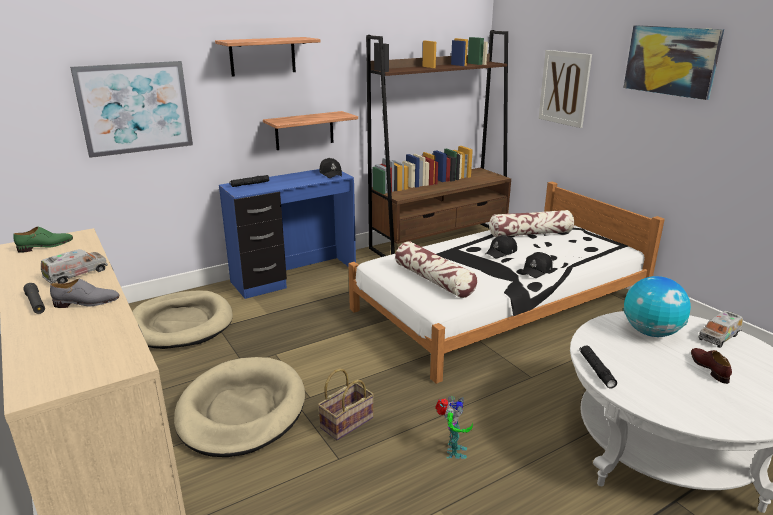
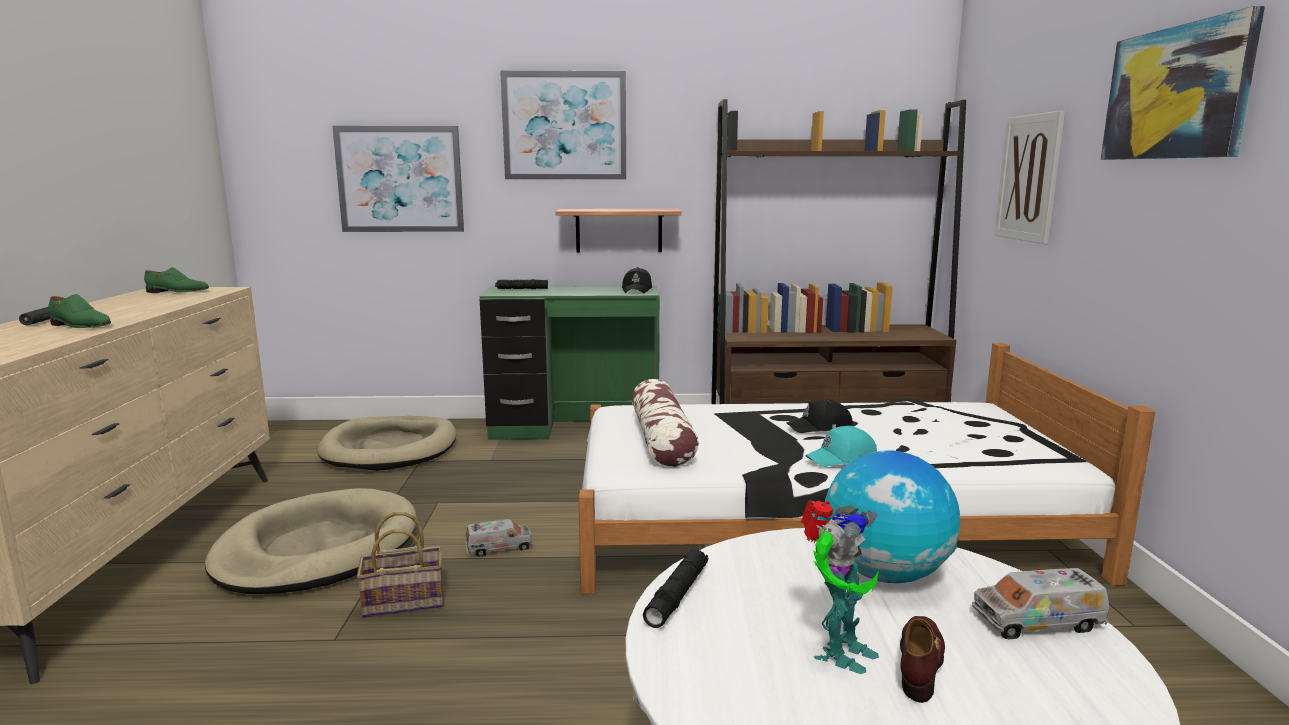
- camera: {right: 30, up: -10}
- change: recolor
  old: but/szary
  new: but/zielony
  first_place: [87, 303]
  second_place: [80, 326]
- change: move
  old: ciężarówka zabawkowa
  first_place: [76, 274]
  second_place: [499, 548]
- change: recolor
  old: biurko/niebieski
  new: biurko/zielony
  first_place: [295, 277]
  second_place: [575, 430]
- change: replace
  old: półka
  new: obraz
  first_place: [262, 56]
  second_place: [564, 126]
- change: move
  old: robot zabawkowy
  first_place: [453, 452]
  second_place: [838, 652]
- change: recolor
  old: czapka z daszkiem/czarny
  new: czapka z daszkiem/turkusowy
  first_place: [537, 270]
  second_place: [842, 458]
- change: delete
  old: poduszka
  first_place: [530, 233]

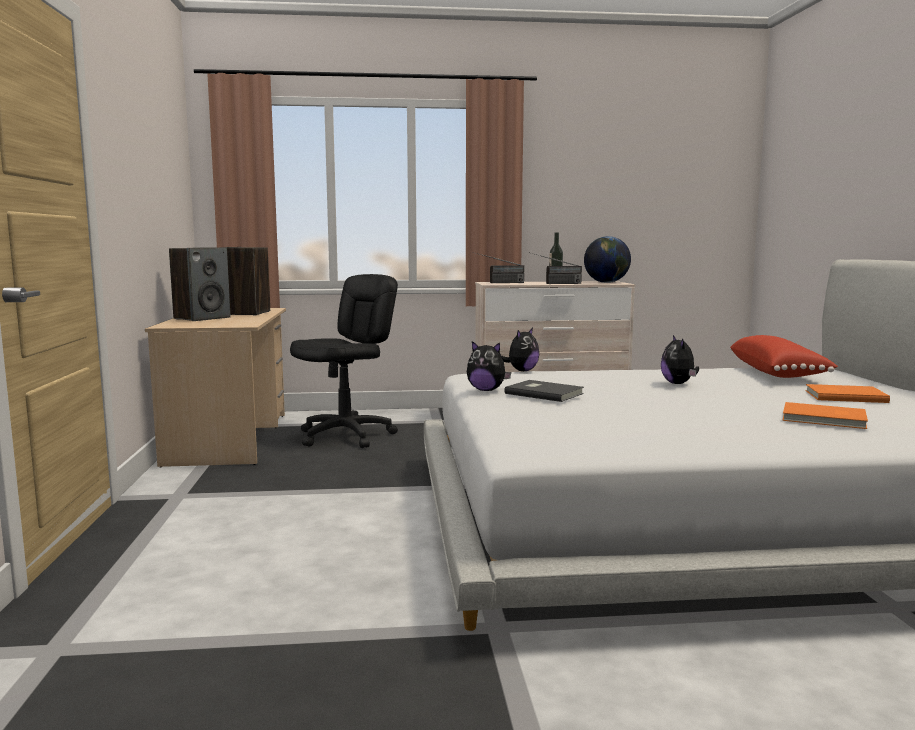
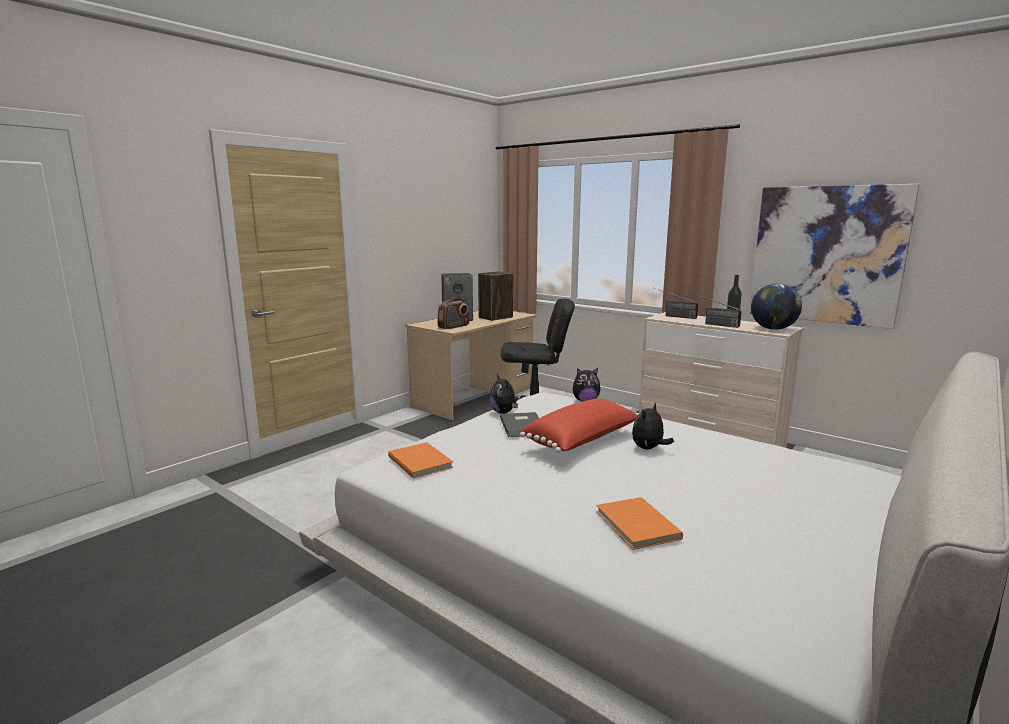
- camera: {right: 45, up: 5}
- change: move
  old: książka/pomarańczowy
  first_place: [843, 396]
  second_place: [421, 461]
- change: insert
  new: radio
  second_place: [454, 326]
- change: move
  old: poduszka/czerwony
  first_place: [777, 373]
  second_place: [583, 441]
- change: insert
  new: obraz
  second_place: [826, 255]

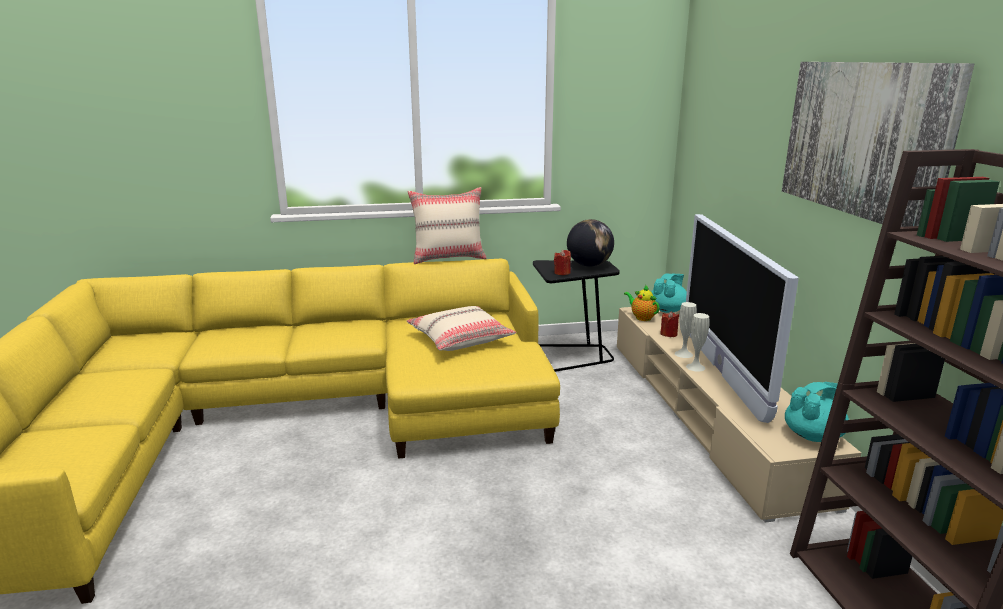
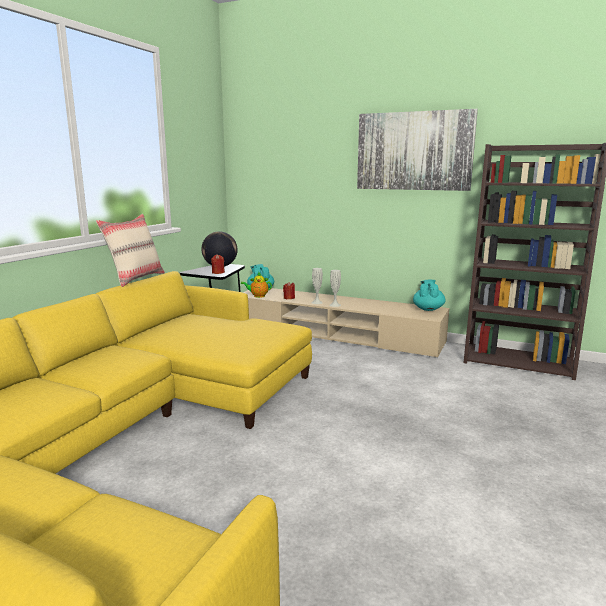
- camera: {right: -55, up: -5}
- change: delete
  old: poduszka/beżowy
  first_place: [460, 338]
- change: delete
  old: telewizor
  first_place: [721, 371]

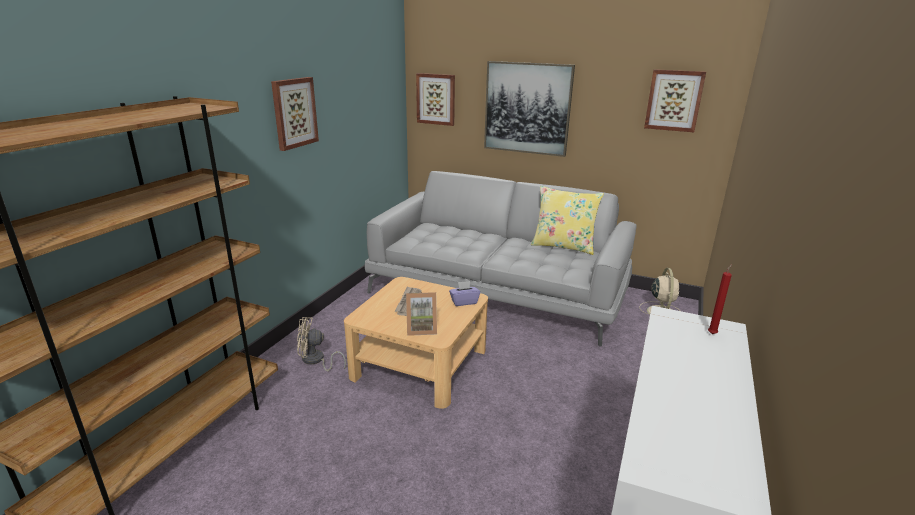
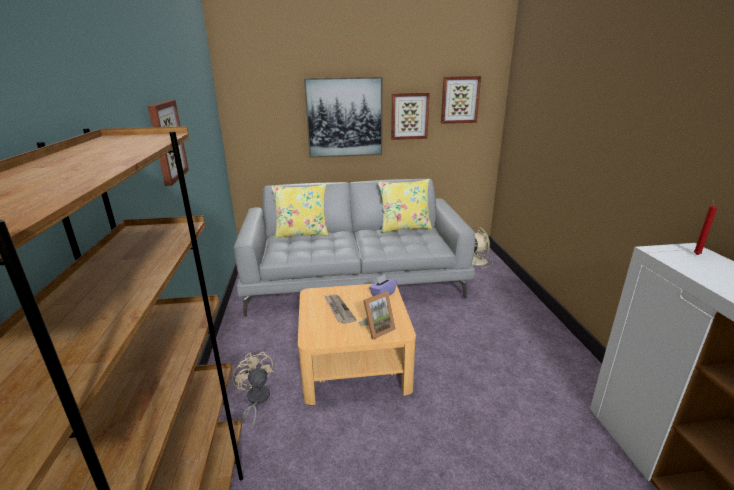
- camera: {right: -30, up: 0}
- change: rotate
  old: wentylator/beżowy
  first_place: [316, 361]
  second_place: [256, 400]
  degrees: 90
- change: insert
  new: poduszka/żółty
  second_place: [302, 233]
- change: move
  old: obraz
  first_place: [436, 99]
  second_place: [409, 116]

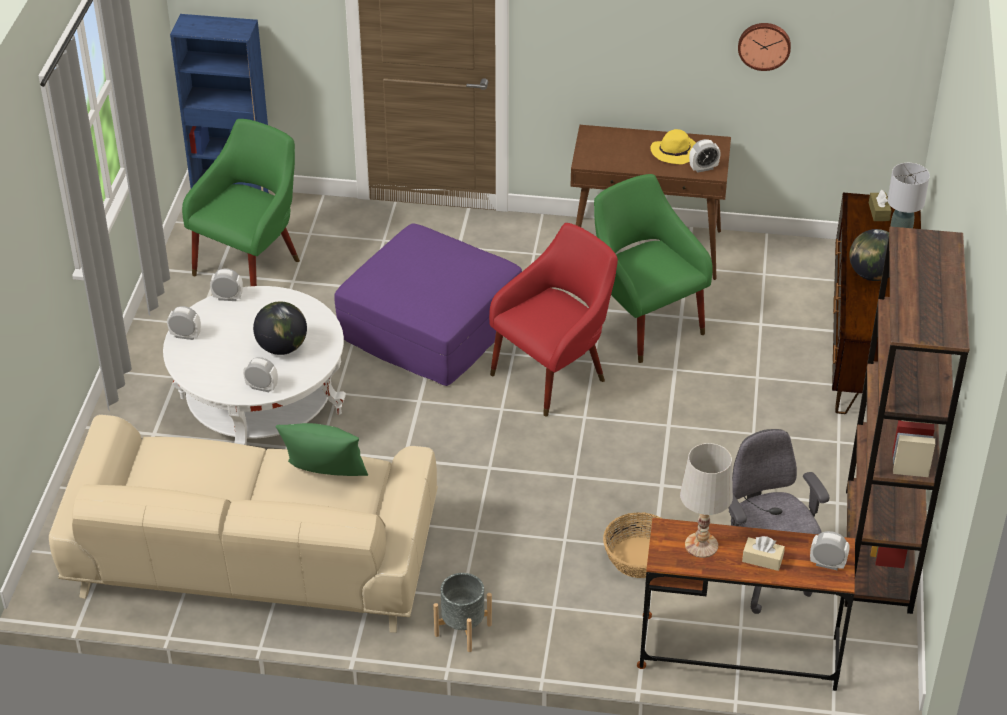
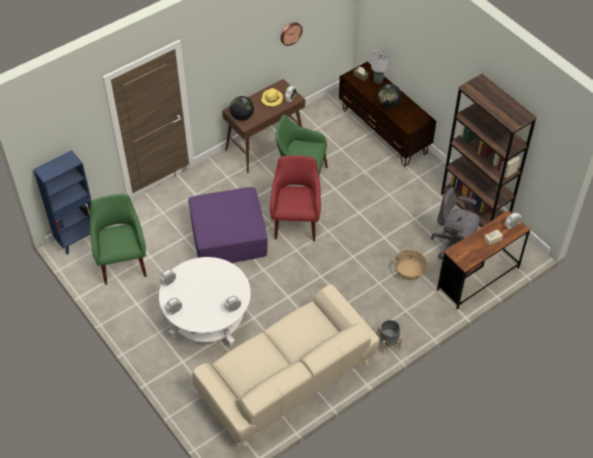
- camera: {right: -45, up: 10}
- change: move
  old: globus
  first_place: [282, 348]
  second_place: [242, 116]
- change: delete
  old: poduszka/zielony
  first_place: [325, 478]
- change: delete
  old: lampa stołowa/biały
  first_place: [701, 545]

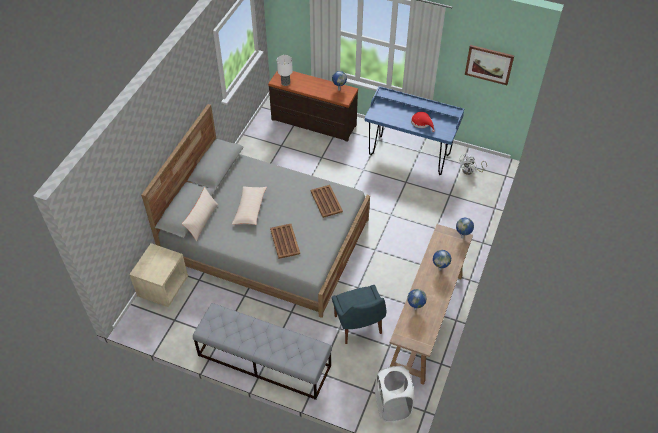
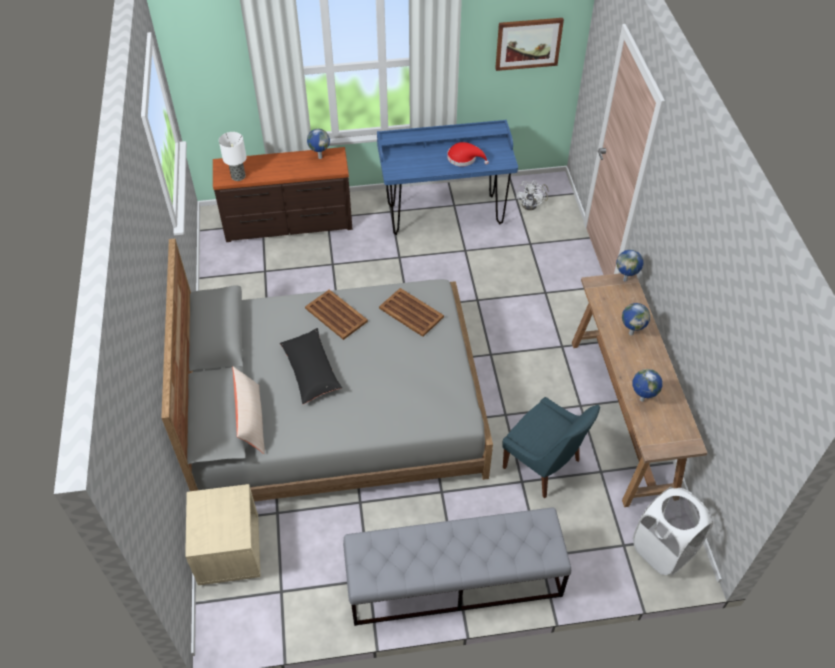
- camera: {right: -30, up: 0}
- change: recolor
  old: poduszka/beżowy
  new: poduszka/czarny
  first_place: [250, 209]
  second_place: [311, 371]
- change: move
  old: taca/brązowy
  first_place: [285, 241]
  second_place: [336, 314]

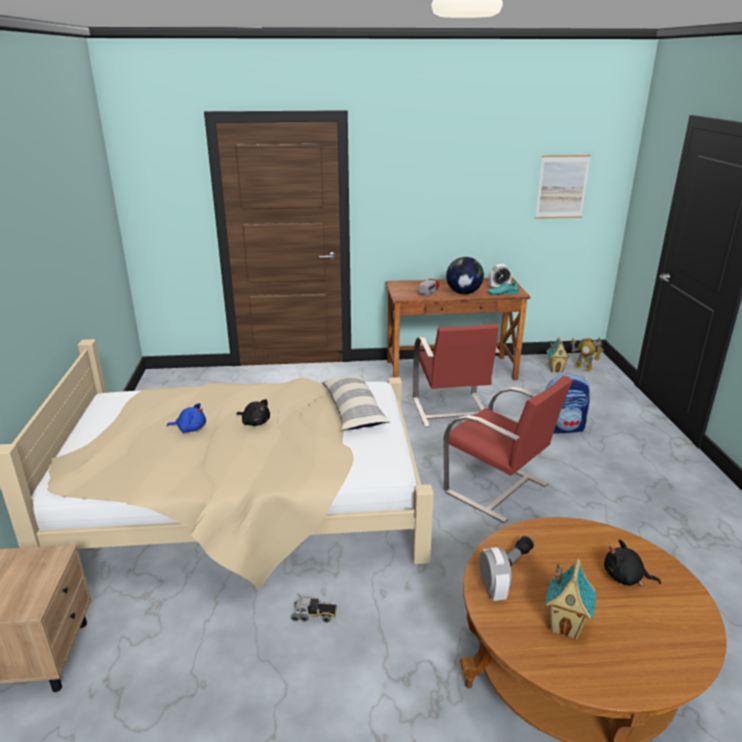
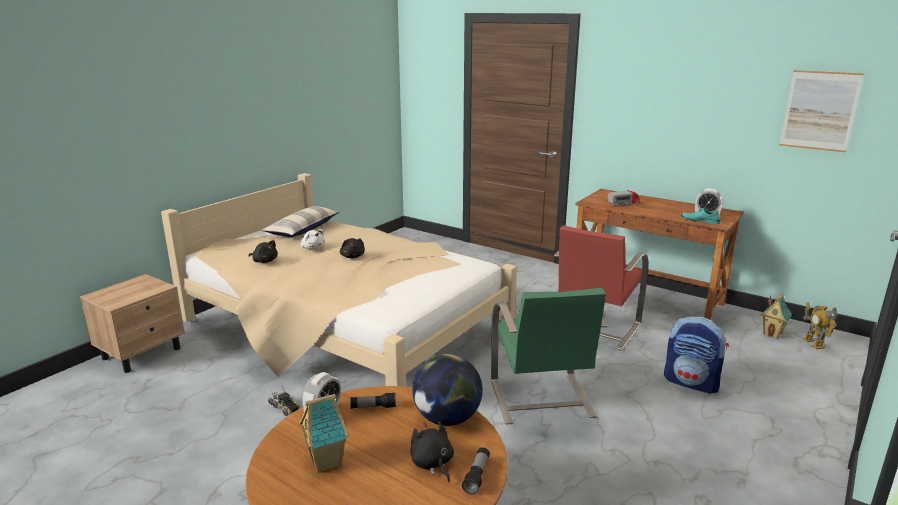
- camera: {right: 40, up: -5}
- change: insert
  new: pluszak/czarny
  second_place: [264, 261]
- change: move
  old: poduszka
  first_place: [353, 411]
  second_place: [303, 229]
- change: recolor
  old: pluszak/niebieski
  new: pluszak/biały
  first_place: [190, 428]
  second_place: [312, 248]
- change: move
  old: globus
  first_place: [463, 293]
  second_place: [447, 419]
- change: insert
  new: latarka
  second_place: [477, 476]
- change: recolor
  old: krzesło/czerwony
  new: krzesło/zielony
  first_place: [497, 489]
  second_place: [541, 399]

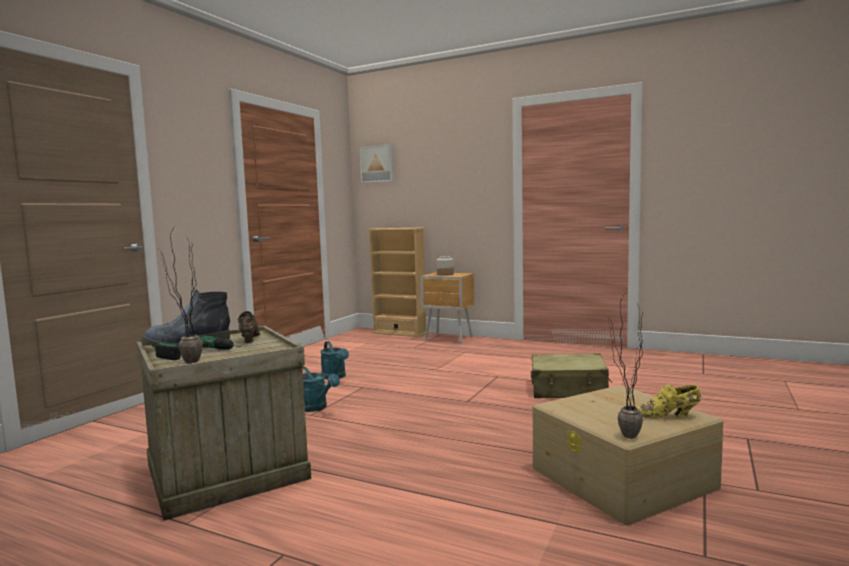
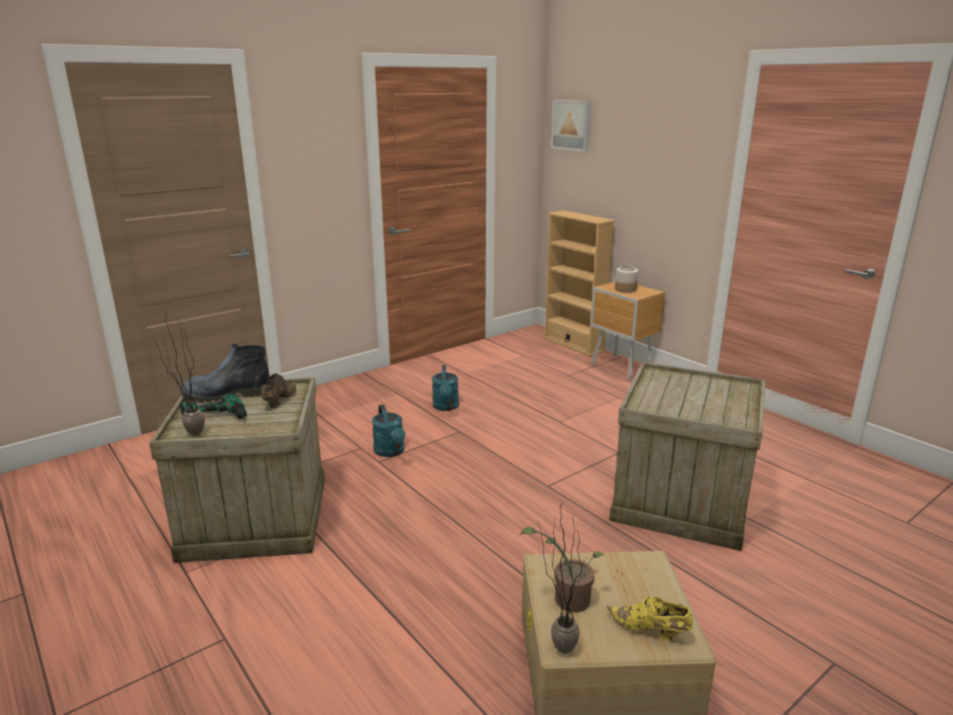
- camera: {right: 25, up: 15}
- change: insert
  new: roślina doniczkowa
  second_place: [566, 599]
- change: replace
  old: walizka/beżowy
  new: skrzynka
  first_place: [568, 389]
  second_place: [683, 500]

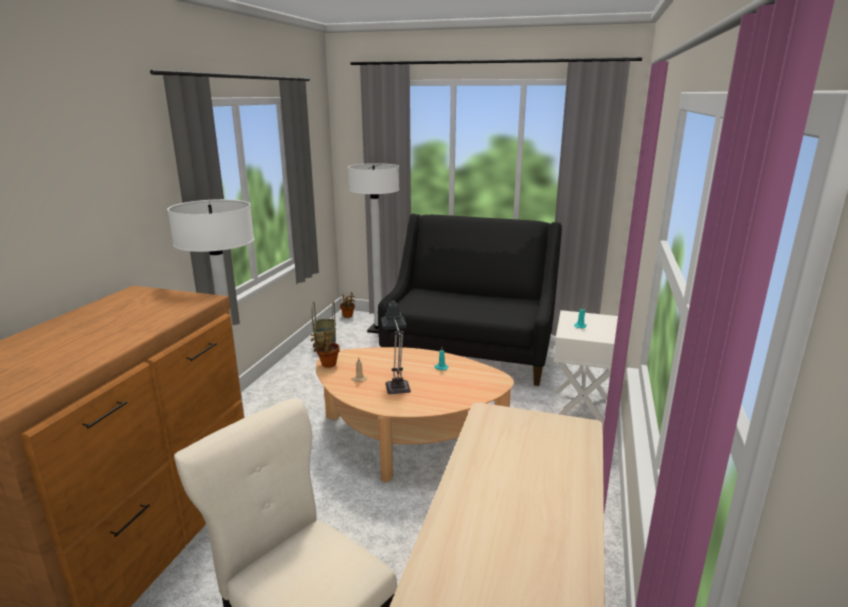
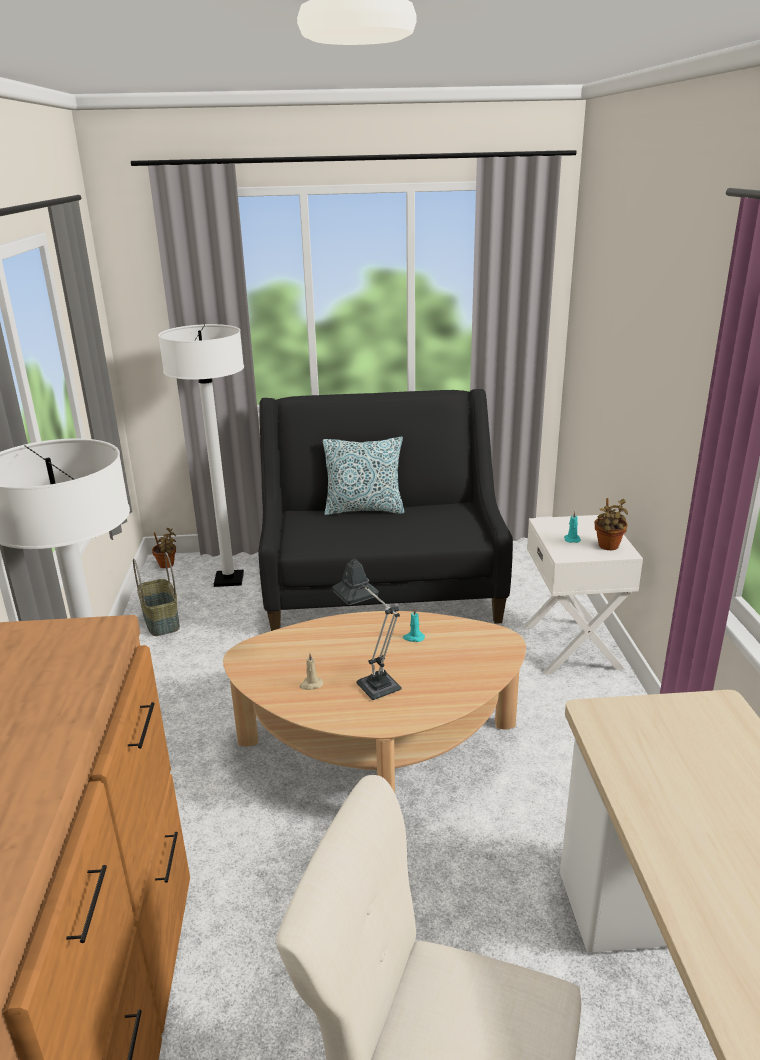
- camera: {right: -20, up: 5}
- change: insert
  new: poduszka
  second_place: [364, 509]
- change: move
  old: roślina doniczkowa
  first_place: [327, 365]
  second_place: [608, 547]

